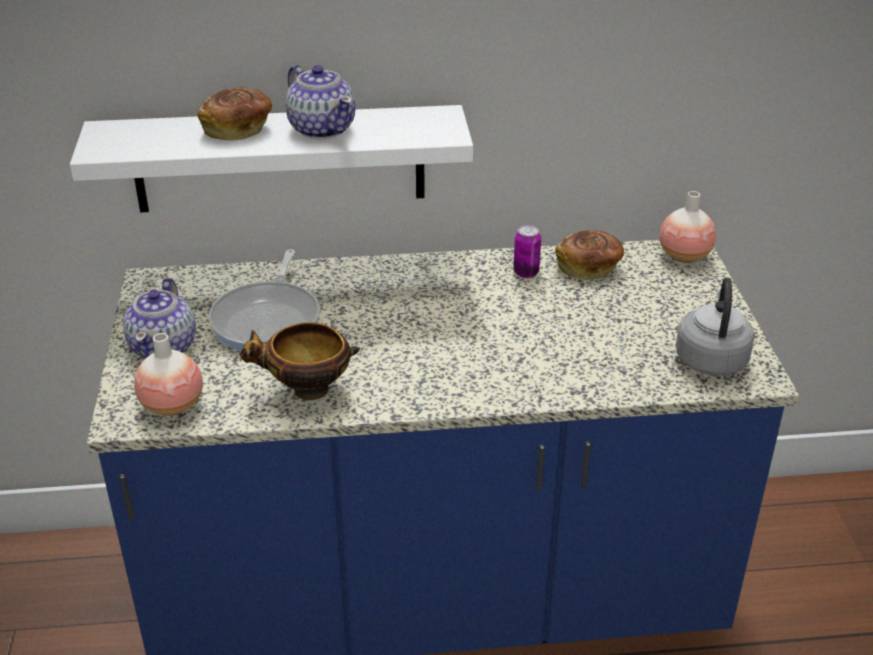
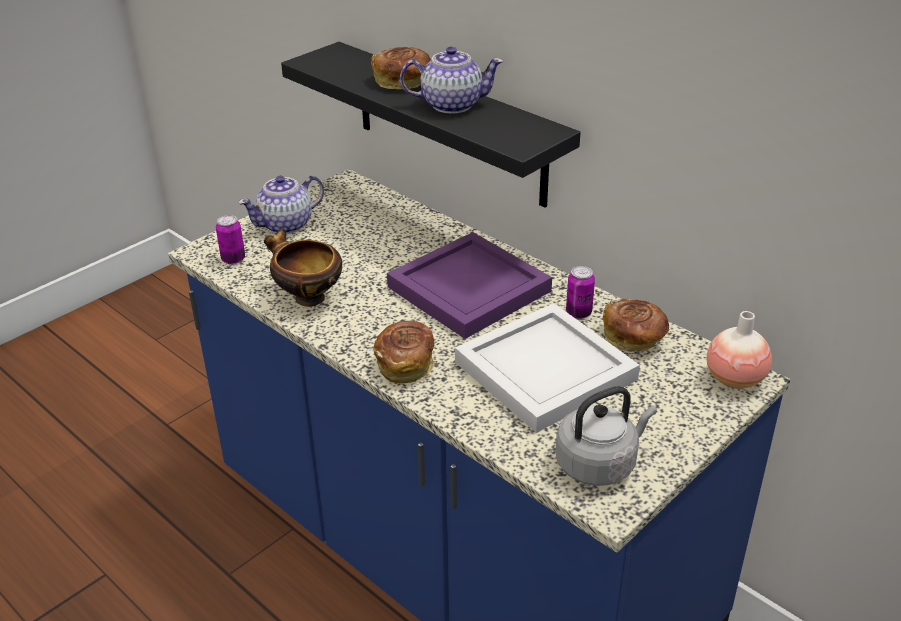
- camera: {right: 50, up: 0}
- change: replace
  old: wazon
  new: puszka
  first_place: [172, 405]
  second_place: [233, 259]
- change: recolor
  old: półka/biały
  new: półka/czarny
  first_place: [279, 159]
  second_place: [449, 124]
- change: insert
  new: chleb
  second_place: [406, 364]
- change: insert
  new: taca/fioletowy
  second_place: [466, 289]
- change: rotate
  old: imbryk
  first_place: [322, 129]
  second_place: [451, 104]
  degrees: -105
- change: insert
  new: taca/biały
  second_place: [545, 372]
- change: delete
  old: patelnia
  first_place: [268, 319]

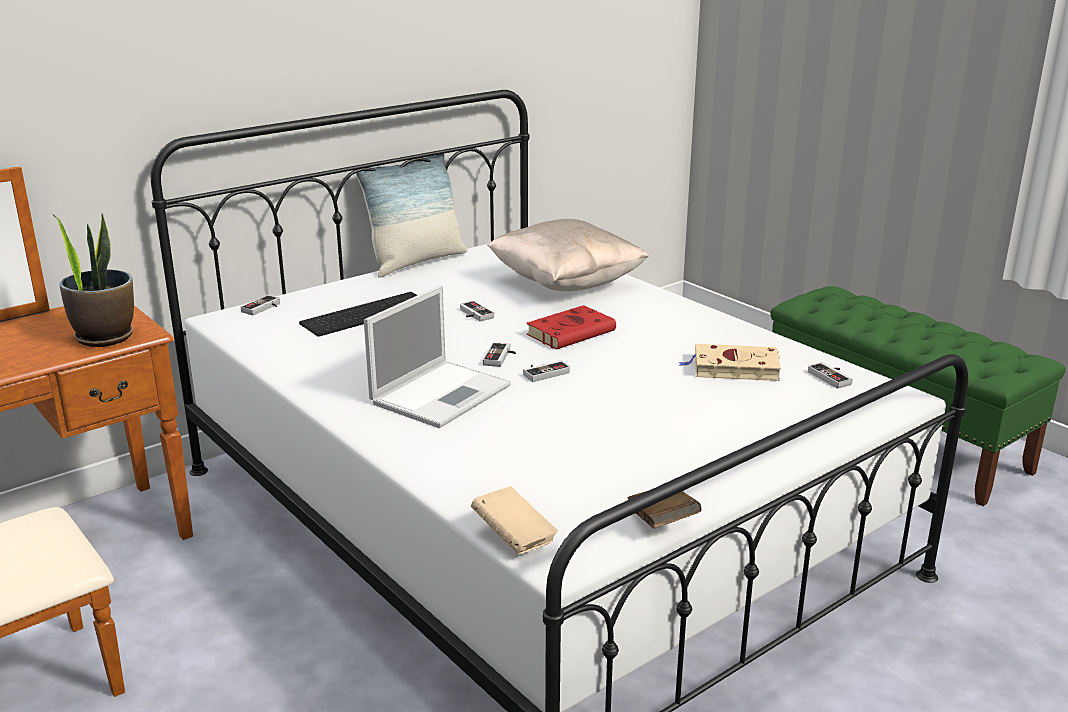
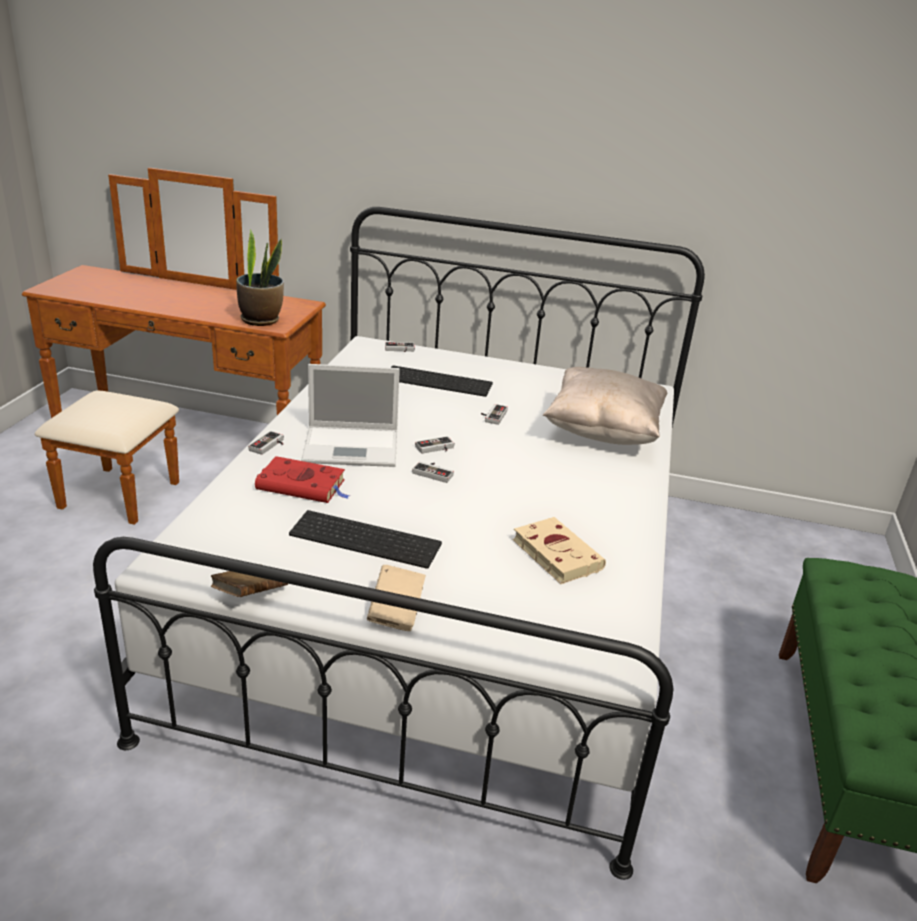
- camera: {right: 50, up: 5}
- change: move
  old: pad do gier
  first_place: [833, 377]
  second_place: [269, 446]
- change: move
  old: książka/czerwony
  first_place: [572, 332]
  second_place: [303, 485]
- change: insert
  new: klawiatura
  second_place: [367, 538]
- change: move
  old: książka/beżowy
  first_place: [514, 537]
  second_place: [396, 611]
- change: delete
  old: poduszka
  first_place: [416, 262]

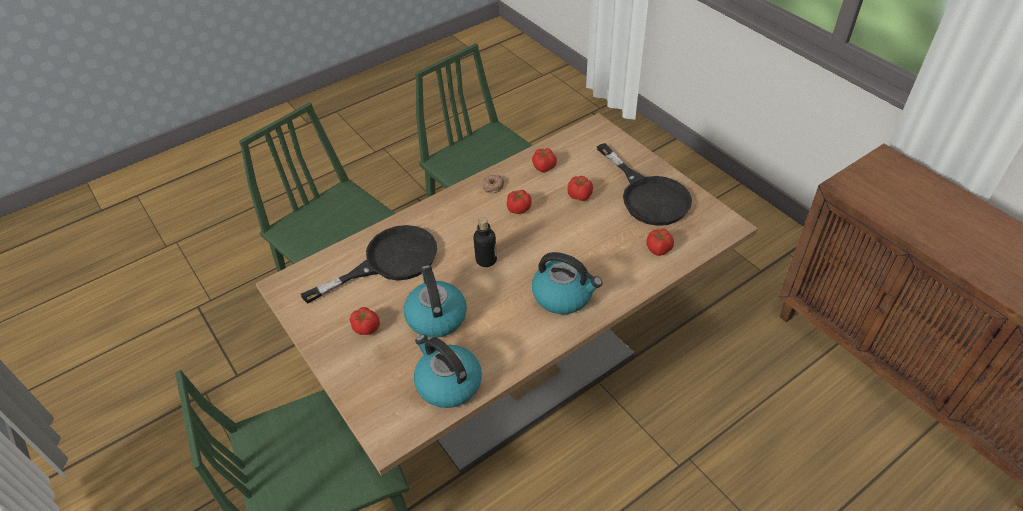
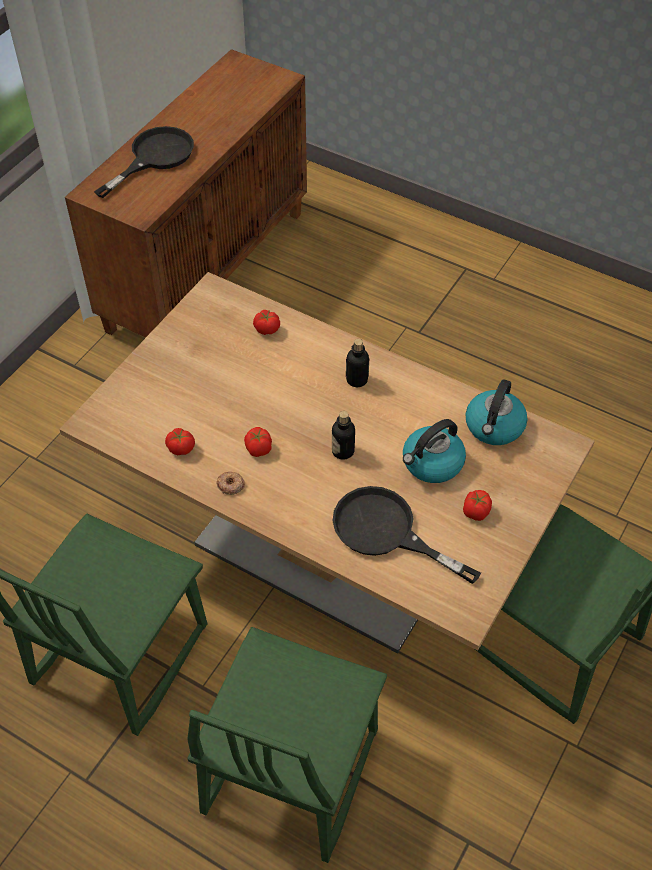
- camera: {right: -115, up: 5}
- change: move
  old: patelnia/czarny
  first_place: [648, 195]
  second_place: [154, 157]
- change: replace
  old: czajnik
  new: butelka
  first_place: [563, 295]
  second_place: [357, 380]
- change: delete
  old: pomidor
  first_place: [580, 196]

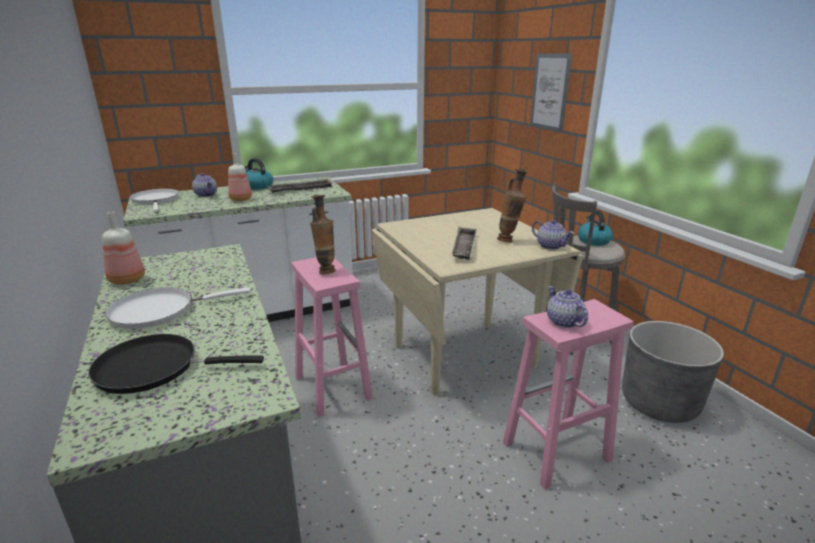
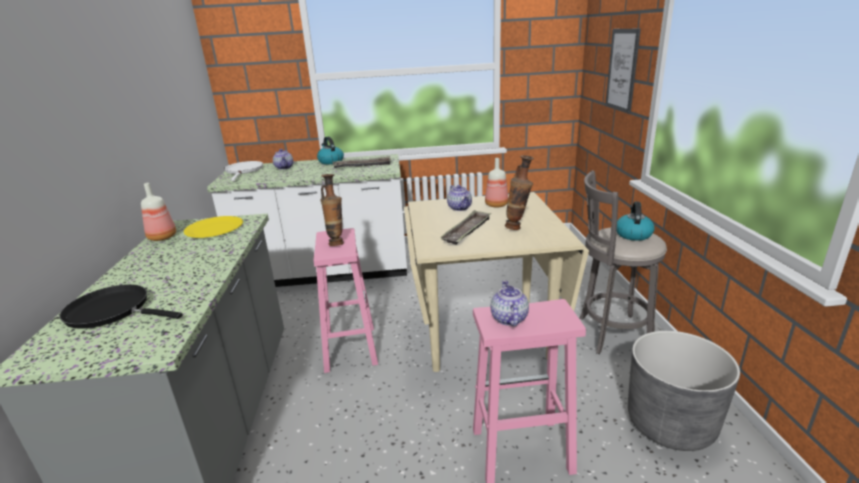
- camera: {right: 20, up: 0}
- change: insert
  new: talerz/żółty
  second_place: [214, 228]
- change: move
  old: imbryk
  first_place: [551, 246]
  second_place: [460, 208]
- change: move
  old: butelka
  first_place: [240, 199]
  second_place: [496, 205]
- change: delete
  old: patelnia/biały
  first_place: [158, 311]

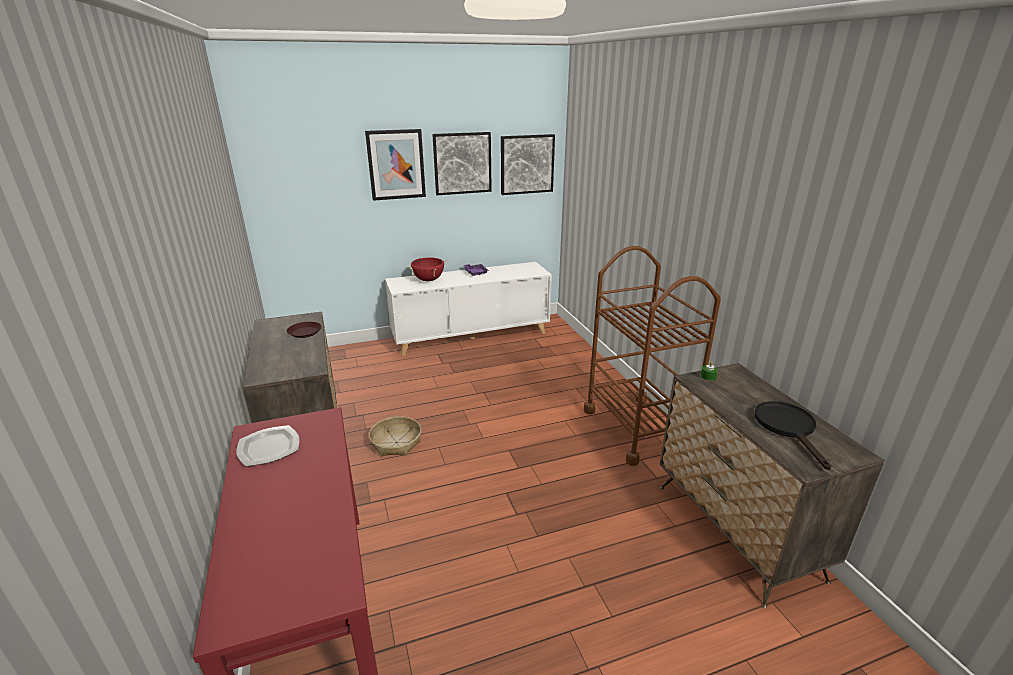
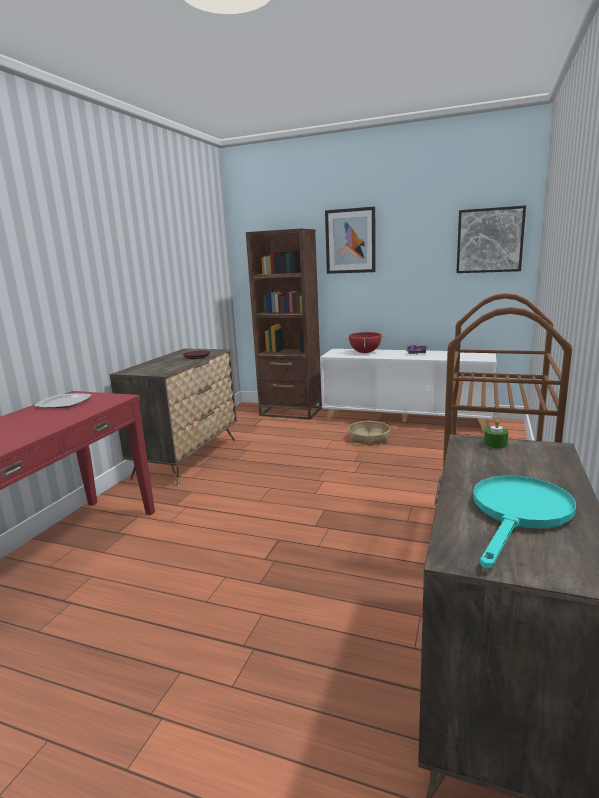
- camera: {right: 40, up: -10}
- change: insert
  new: regał/brązowy
  second_place: [291, 411]
- change: move
  old: koszyk
  first_place: [396, 442]
  second_place: [369, 438]
- change: recolor
  old: patelnia/czarny
  new: patelnia/turkusowy
  first_place: [788, 428]
  second_place: [519, 514]
- change: delete
  old: obraz
  first_place: [462, 163]

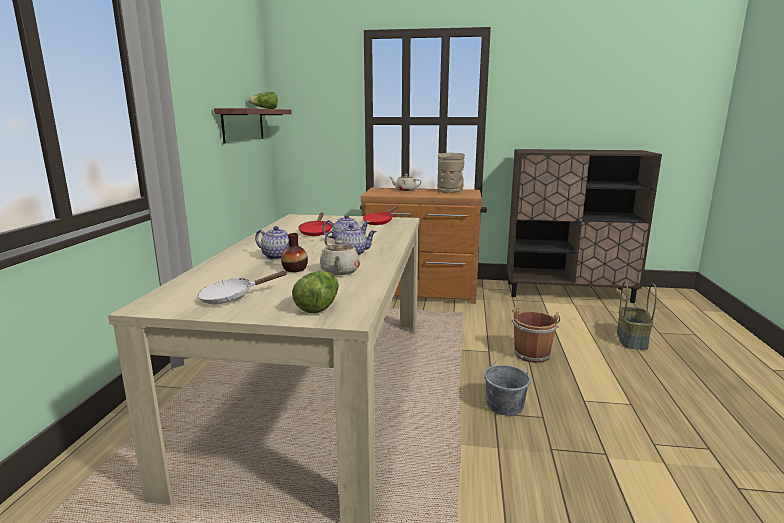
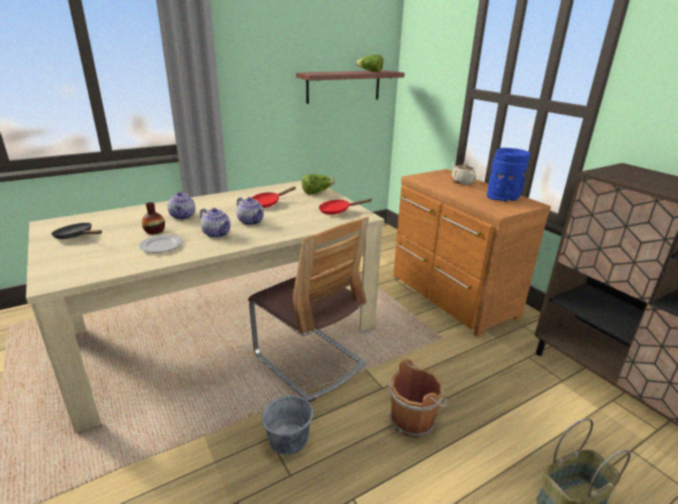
- camera: {right: 50, up: 10}
- change: recolor
  old: patelnia/biały
  new: patelnia/czarny
  first_place: [232, 297]
  second_place: [76, 236]
- change: replace
  old: imbryk/beżowy
  new: talerz
  first_place: [340, 272]
  second_place: [161, 246]
- change: insert
  new: krzesło
  second_place: [309, 360]
- change: move
  old: sałata
  first_place: [318, 305]
  second_place: [317, 192]
- change: recolor
  old: wazon/beżowy
  new: wazon/niebieski
  first_place: [450, 191]
  second_place: [503, 197]

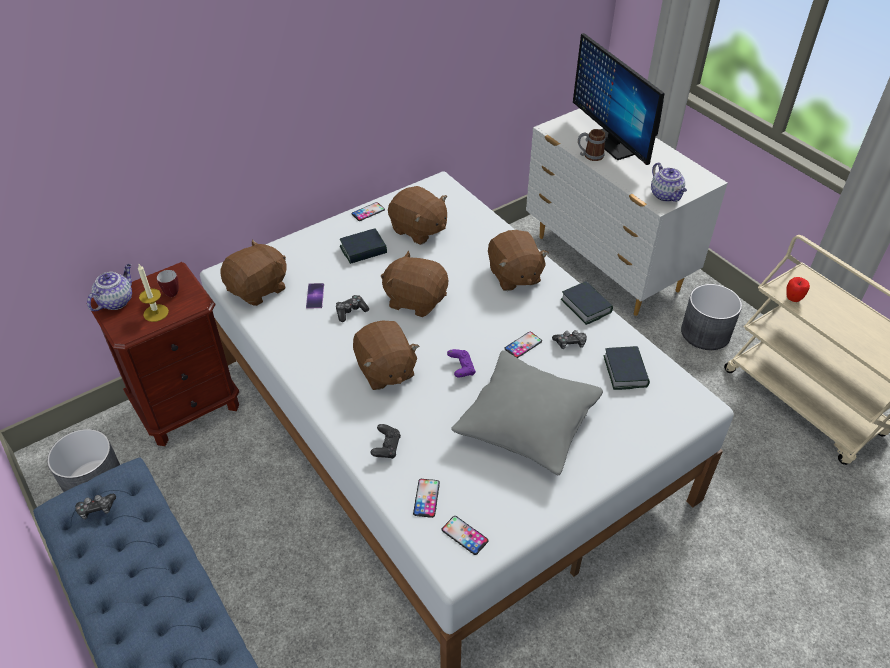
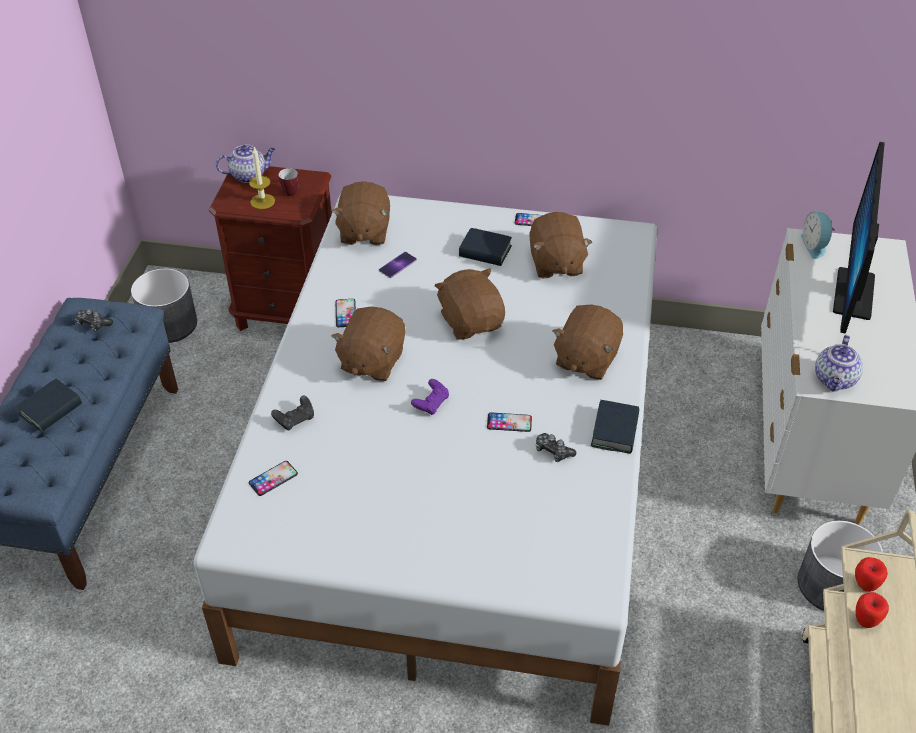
- camera: {right: 45, up: 0}
- change: move
  old: książka
  first_place: [625, 371]
  second_place: [51, 409]
- change: rotate
  old: pluszak/brązowy
  first_place: [258, 289]
  second_place: [363, 232]
  degrees: 90
- change: move
  old: telefon
  first_place: [464, 535]
  second_place: [345, 313]
- change: insert
  new: budzik
  second_place: [814, 246]
- change: insert
  new: jabłko
  second_place: [865, 621]
- change: delete
  old: pad do gier
  first_place: [351, 311]
- change: delete
  old: poduszka/szary
  first_place: [527, 422]
- change: delete
  old: kubek
  first_place: [589, 156]

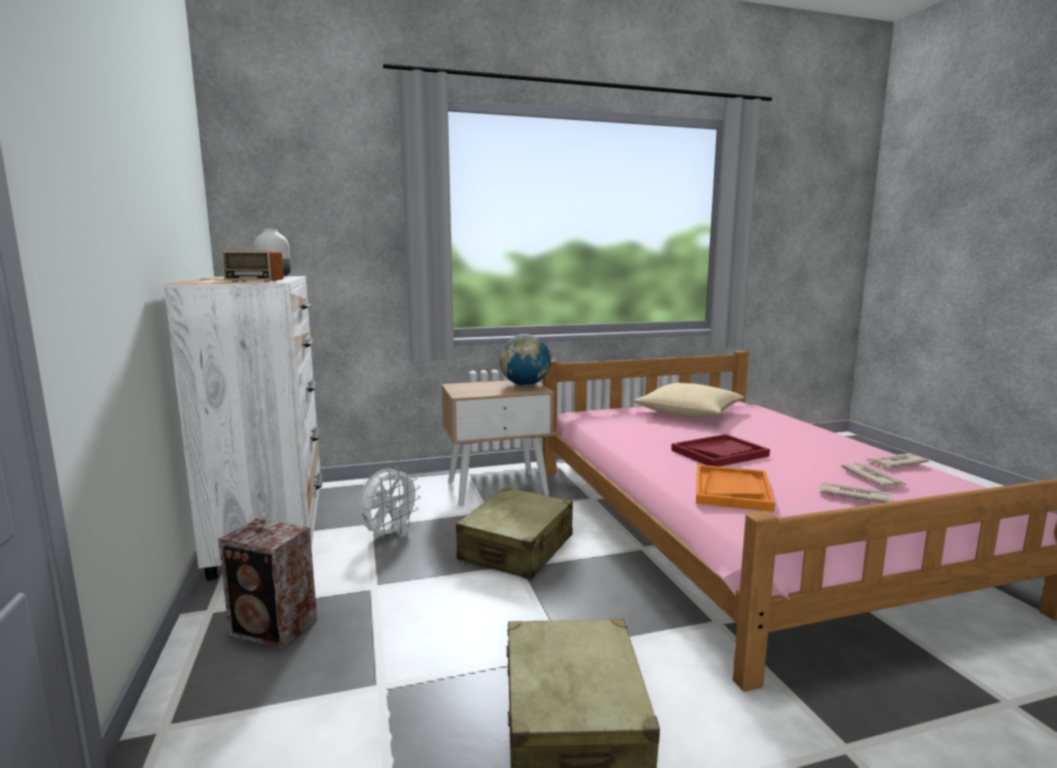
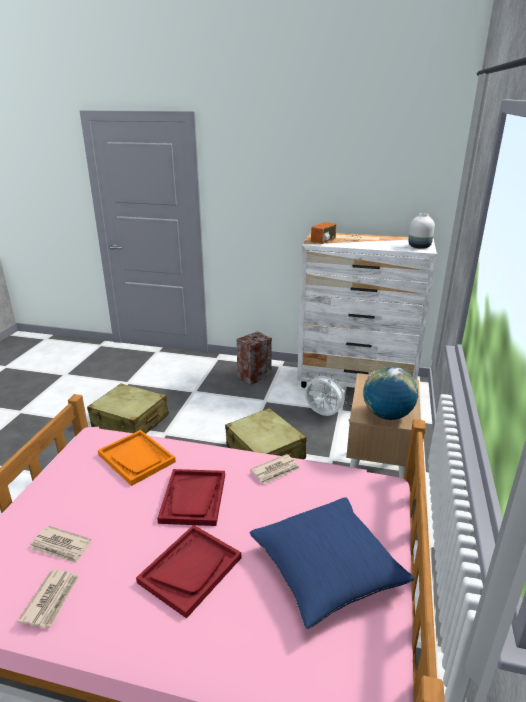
- camera: {right: 120, up: 15}
- change: insert
  new: taca/czerwony
  second_place: [190, 570]
- change: move
  old: gazeta
  first_place: [852, 495]
  second_place: [276, 471]
- change: recolor
  old: poduszka/beżowy
  new: poduszka/niebieski
  first_place: [689, 413]
  second_place: [327, 569]
- change: rotate
  old: wentylator/biały
  first_place: [389, 533]
  second_place: [322, 414]
  degrees: 150

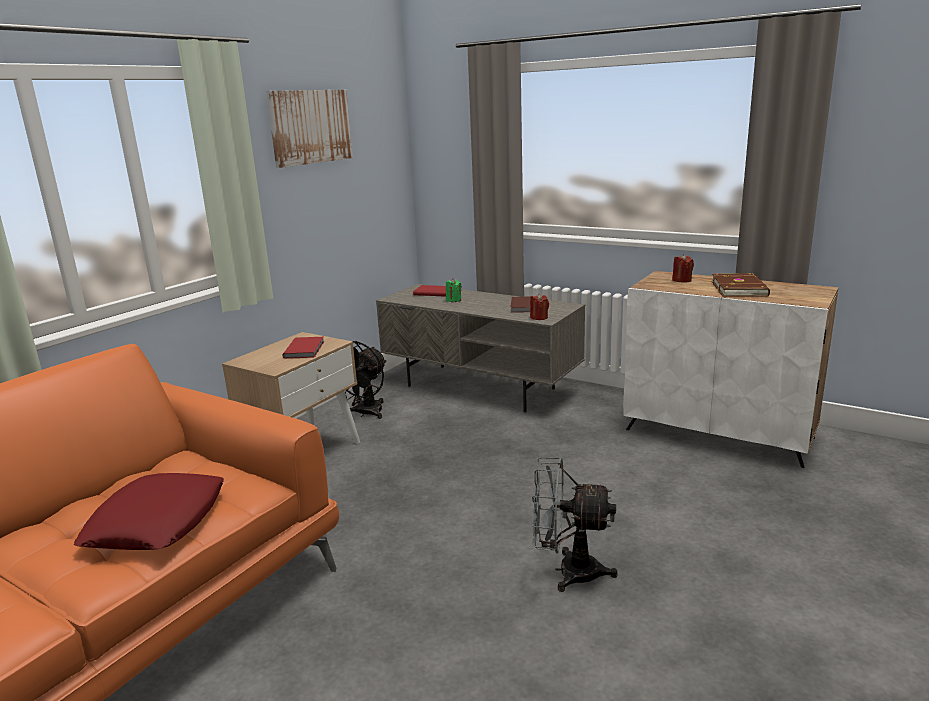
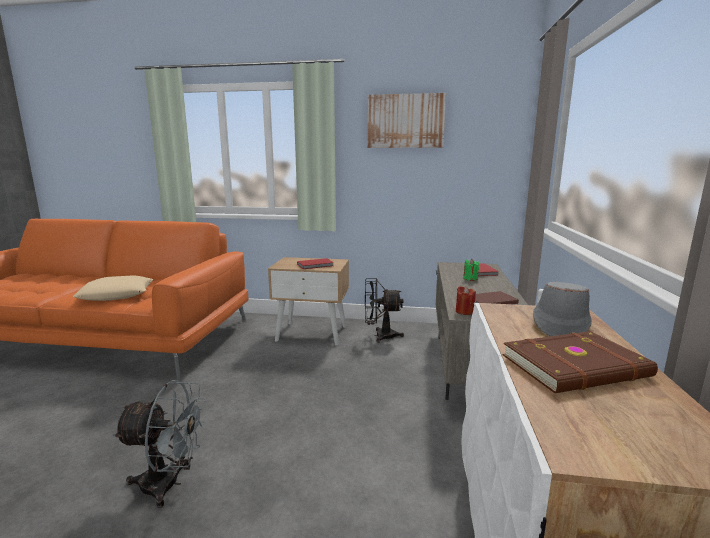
- camera: {right: 65, up: -5}
- change: recolor
  old: poduszka/czerwony
  new: poduszka/beżowy
  first_place: [157, 521]
  second_place: [116, 294]
- change: rotate
  old: wentylator/szary
  first_place: [567, 571]
  second_place: [169, 484]
  degrees: 105
- change: replace
  old: świeca/czerwony
  new: kapelusz/szary
  first_place: [682, 280]
  second_place: [559, 325]

